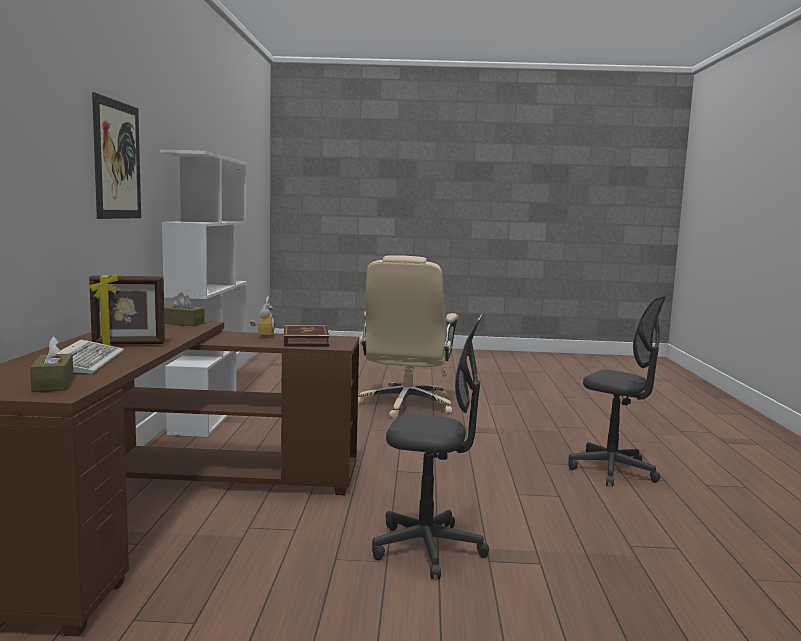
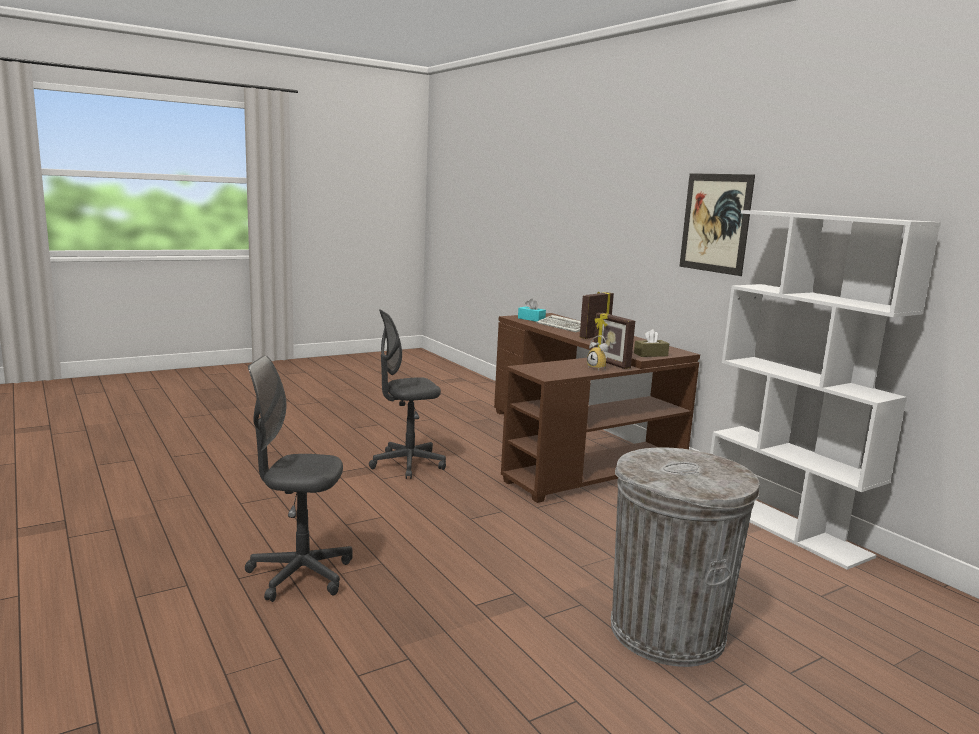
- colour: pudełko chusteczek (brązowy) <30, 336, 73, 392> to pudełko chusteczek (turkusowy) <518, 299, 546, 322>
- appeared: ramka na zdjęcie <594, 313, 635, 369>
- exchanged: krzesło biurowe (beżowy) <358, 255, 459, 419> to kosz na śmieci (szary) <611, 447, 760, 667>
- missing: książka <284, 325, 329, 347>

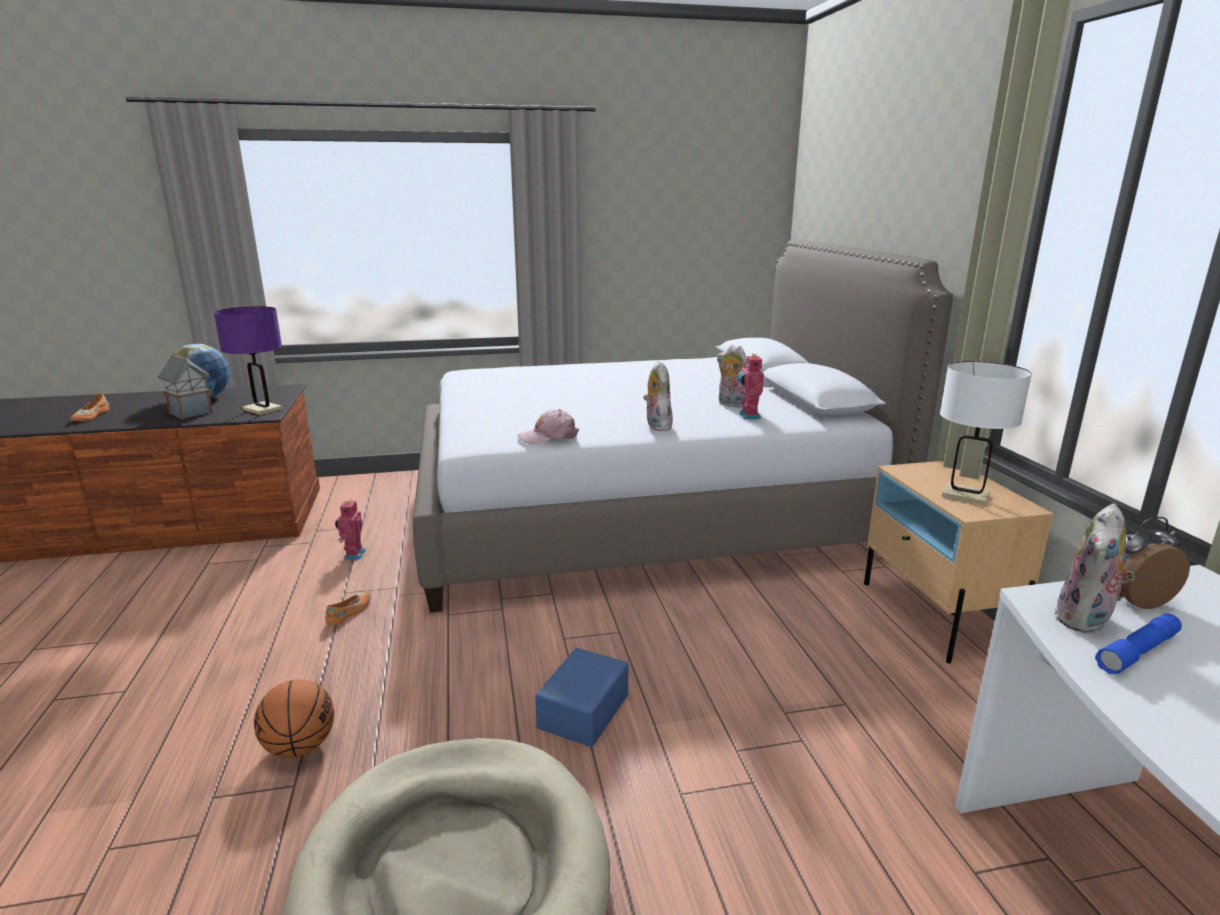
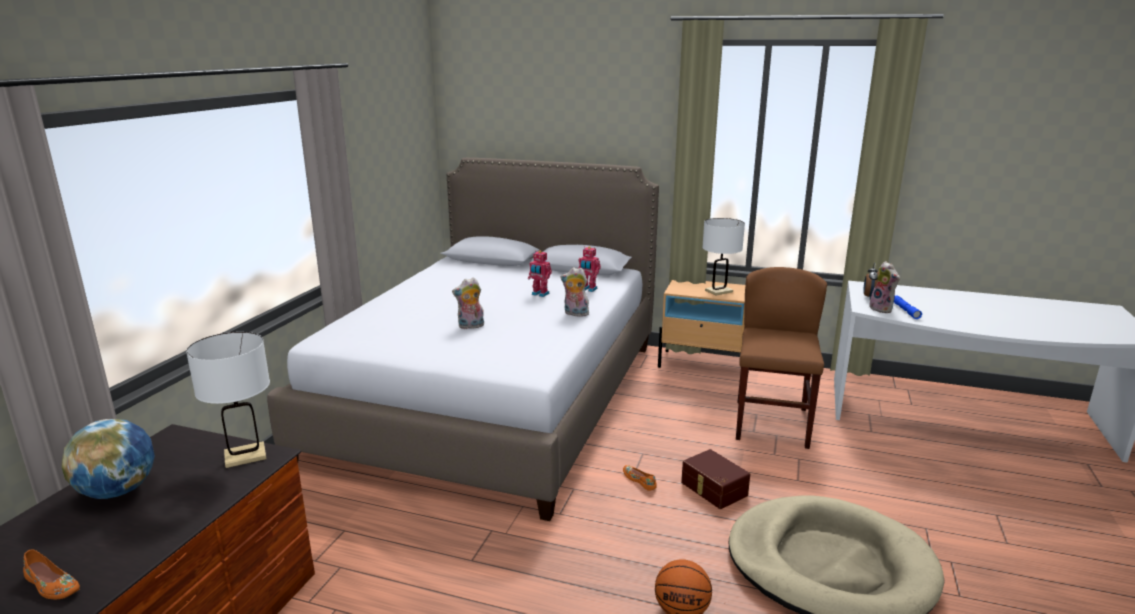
- colour: lampa stołowa (fioletowy) <214, 306, 282, 415> to lampa stołowa (biały) <186, 332, 270, 468>
- relocated: pluszak <717, 345, 746, 408> to <452, 277, 484, 329>
- relocated: robot zabawkowy <335, 498, 366, 559> to <528, 251, 552, 297>
- relocated: but (pomarańczowy) <325, 592, 371, 625> to <623, 465, 657, 491>
- colour: pojemnik do przechowywania (niebieski) <535, 648, 629, 747> to pojemnik do przechowywania (brązowy) <681, 449, 750, 509>
- appeared: krzesło (brązowy) <736, 267, 827, 449>
- missing: domek <158, 353, 213, 420>
- missing: czapka z daszkiem (różowy) <518, 409, 579, 445>

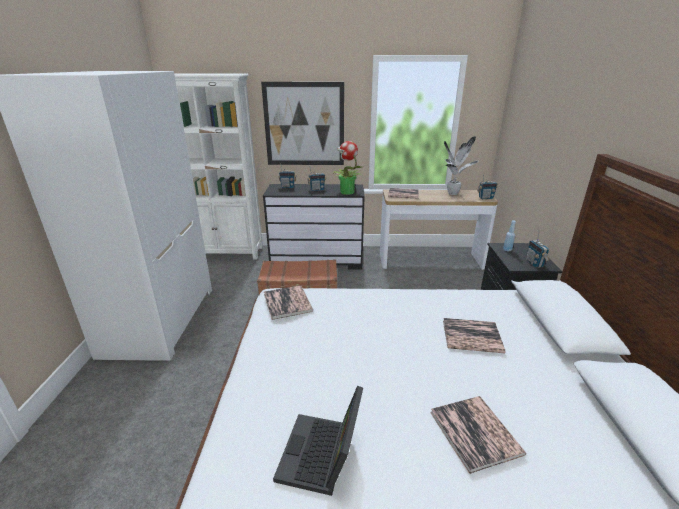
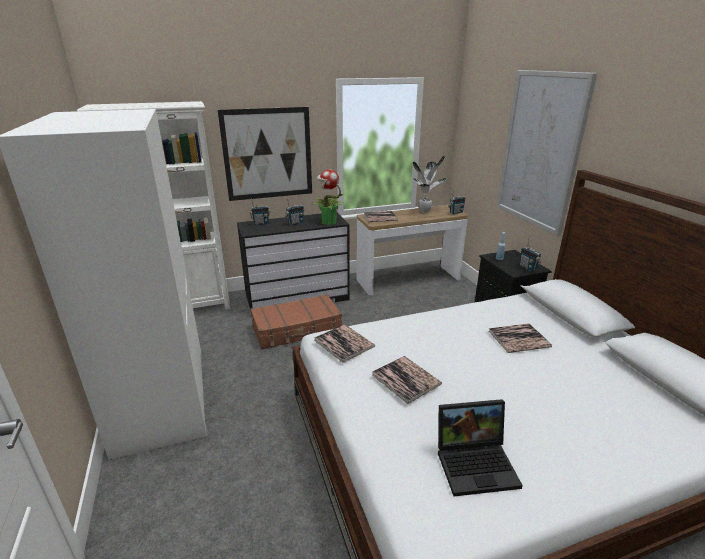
- relocated: książka <430, 396, 526, 474> to <372, 356, 442, 404>
- spun: laptop <273, 386, 363, 496> = <438, 399, 523, 496> 90 degrees counterclockwise
- appeared: obraz <497, 70, 597, 236>

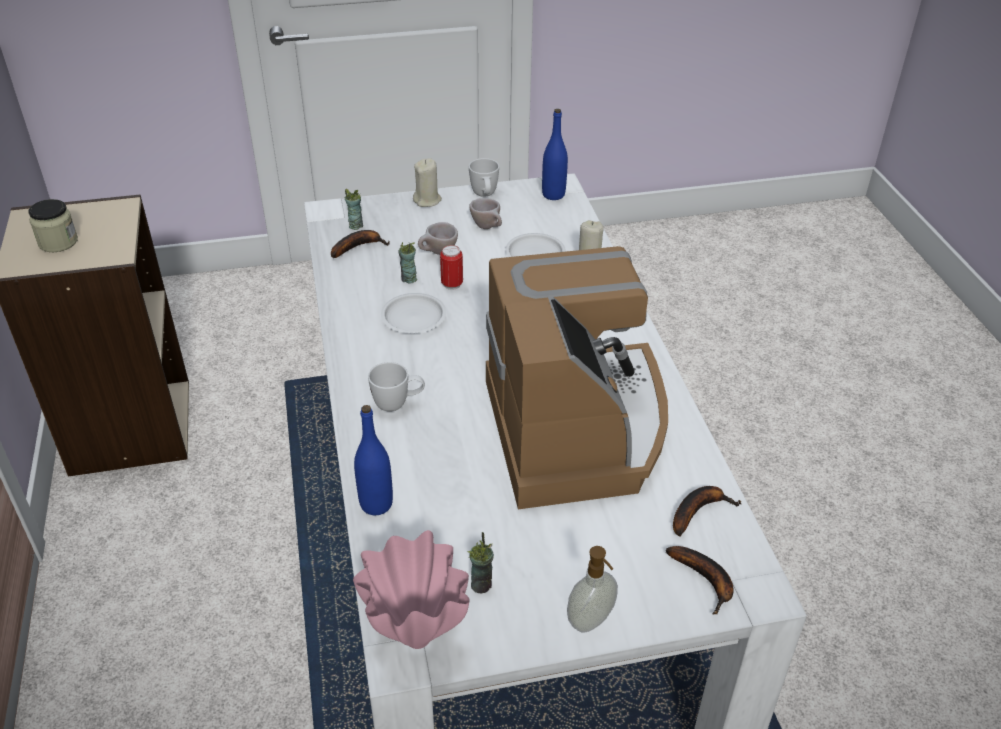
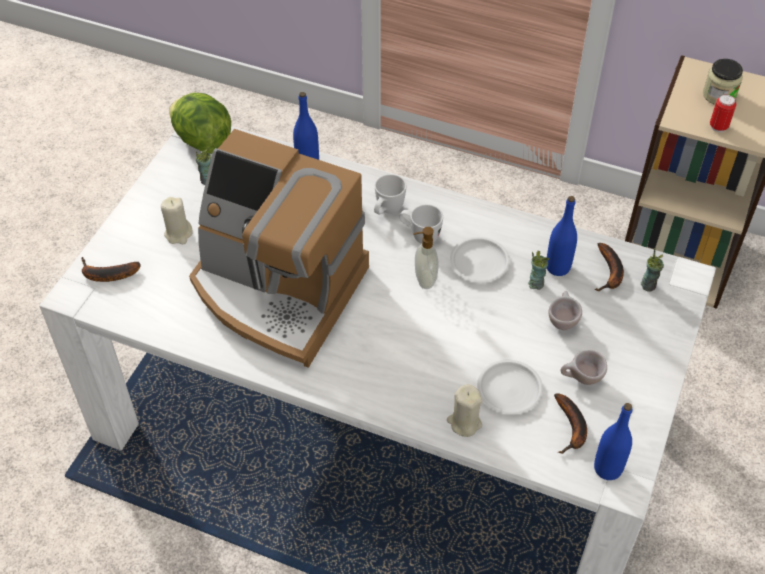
- relocated: świeca (beżowy) <413, 158, 442, 207> to <161, 197, 193, 244>
- exchanged: wazon (różowy) <353, 530, 469, 649> to sałata <169, 93, 231, 154>
- relocated: kubek (biały) <469, 158, 499, 197> to <400, 204, 443, 244>
- relocated: dozownik mydła <567, 546, 618, 632> to <413, 227, 439, 289>
- appeared: butelka (niebieski) <547, 196, 577, 276>
- relocated: banan <673, 486, 741, 537> to <554, 393, 587, 454>
- relocated: puszka <440, 245, 463, 290> to <710, 94, 736, 132>

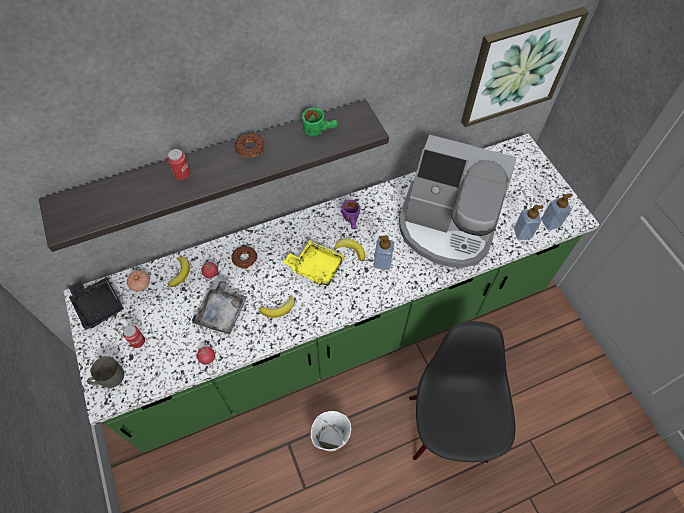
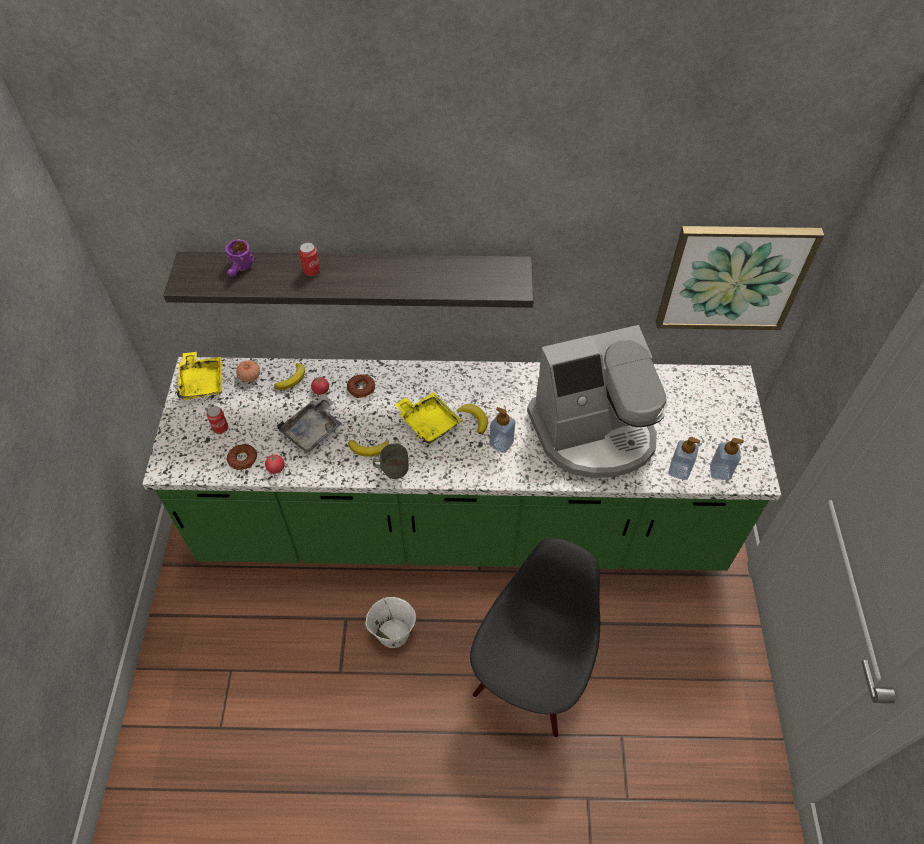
- colour: taca (czarny) <69, 277, 124, 330> to taca (żółty) <177, 352, 222, 400>
- relocated: kubek (fioletowy) <340, 200, 360, 229> to <225, 239, 255, 276>
- relocated: donut <235, 133, 265, 158> to <227, 444, 257, 470>
- relocated: kubek (szary) <87, 356, 124, 388> to <373, 443, 409, 479>
- spun: ekspres do kawy <399, 135, 516, 268> = <527, 325, 667, 478> 60 degrees counterclockwise
- missing: kubek (zielony) <302, 108, 338, 137>

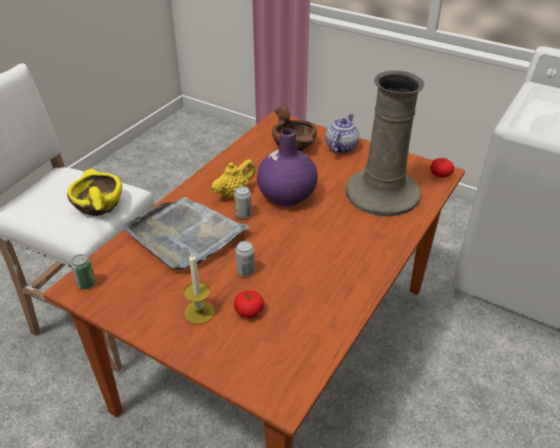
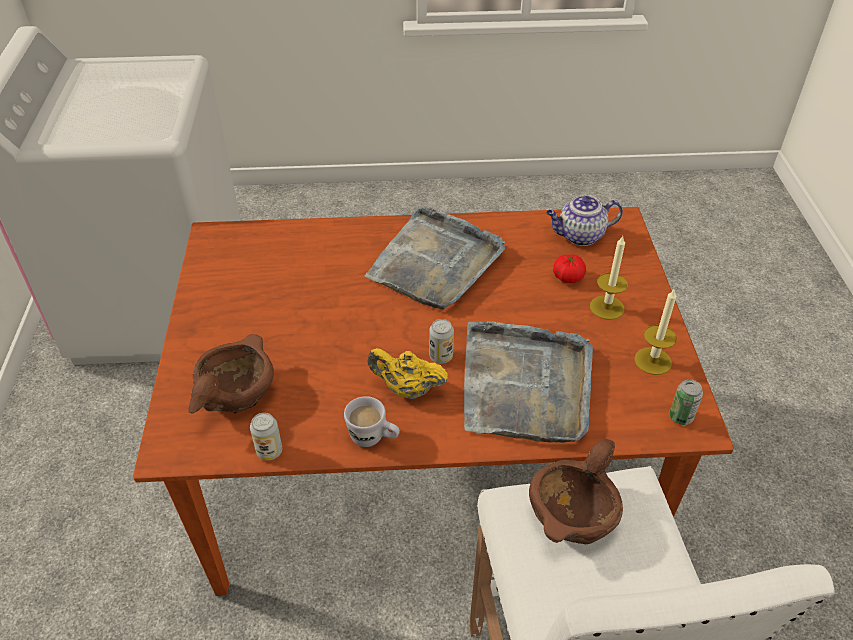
- relocated: puszka <235, 241, 255, 276> to <250, 413, 282, 461>
- appeared: kubek (biały) <344, 396, 400, 447>
- appeared: taca (szary) <364, 205, 506, 310>
- colour: miska (żółty) <67, 169, 122, 216> to miska (brązowy) <529, 439, 623, 544>
- relocated: imbryk <325, 114, 359, 154> to <546, 195, 623, 246>
- appeared: świeca <634, 288, 677, 375>
- missing: wazon (fioletowy) <257, 128, 318, 207>
- missing: wazon (beżowy) <345, 70, 425, 216>
- missing: pomidor <430, 158, 454, 178>

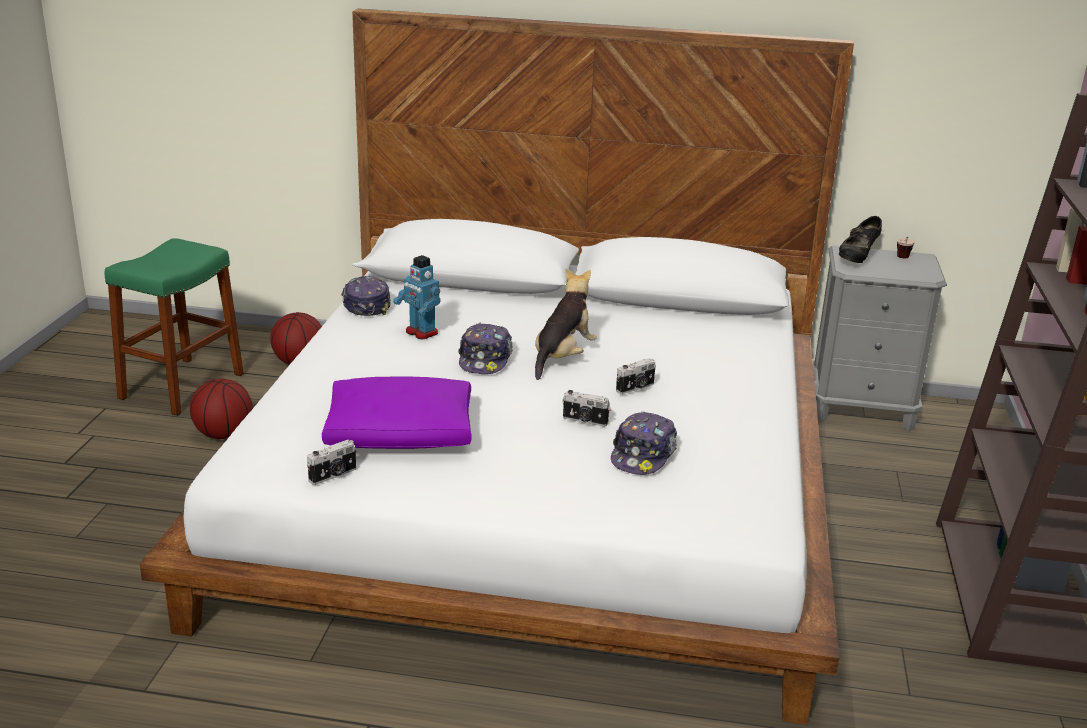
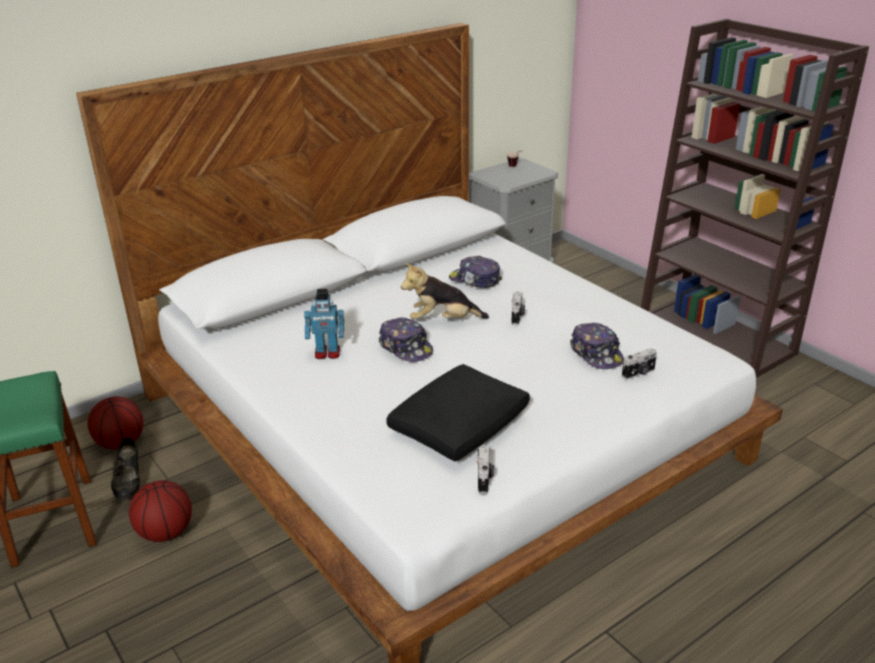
- relocated: but (czarny) <839, 216, 882, 263> to <111, 438, 140, 500>
- colour: poduszka (fioletowy) <322, 376, 471, 449> to poduszka (czarny) <386, 364, 530, 462>
- spun: pluszak <535, 268, 596, 380> = <401, 263, 489, 319> 75 degrees counterclockwise
- relocated: czapka z daszkiem <341, 276, 391, 316> to <449, 256, 502, 288>
- relocated: aparat fotograficzny <562, 390, 611, 427> to <622, 348, 657, 379>

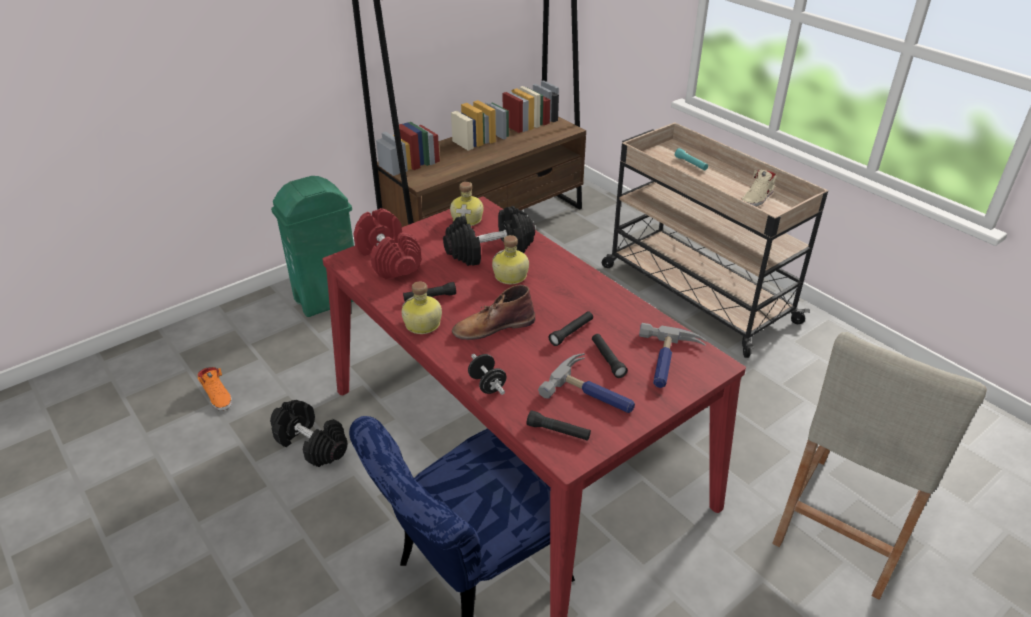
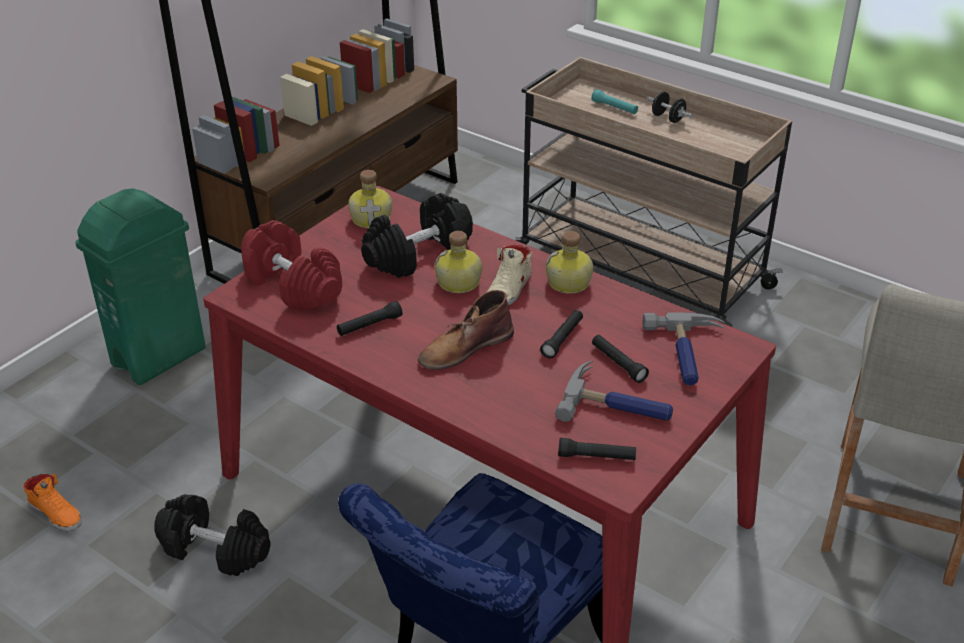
- relocated: but (beżowy) <741, 170, 777, 206> to <487, 245, 532, 306>
- relocated: butelka <401, 281, 442, 334> to <546, 231, 593, 294>
- relocated: hantel (czarny) <468, 354, 507, 395> to <647, 92, 692, 123>

